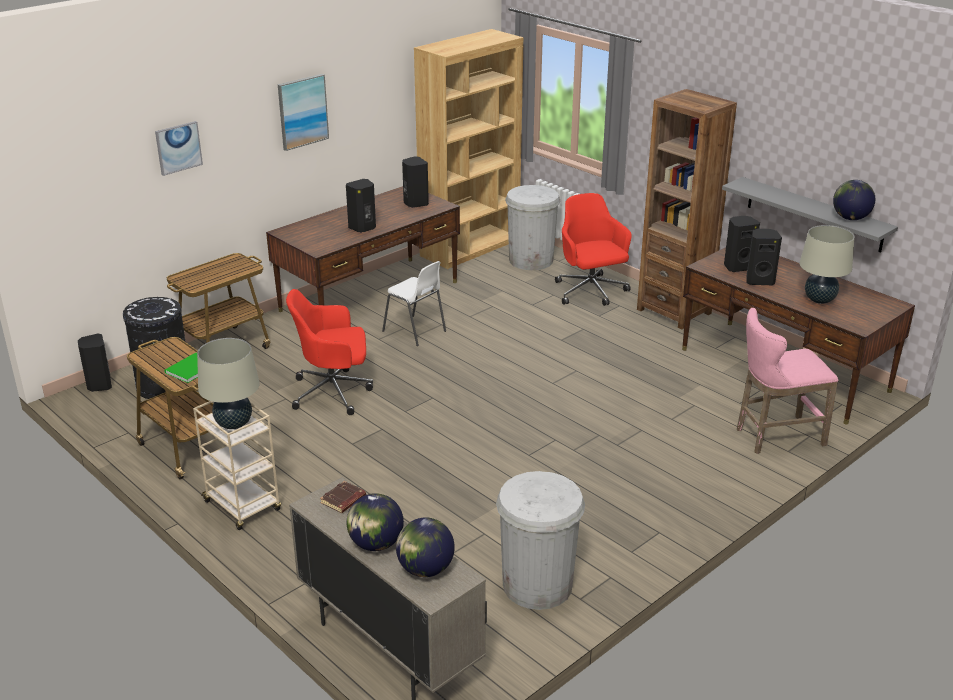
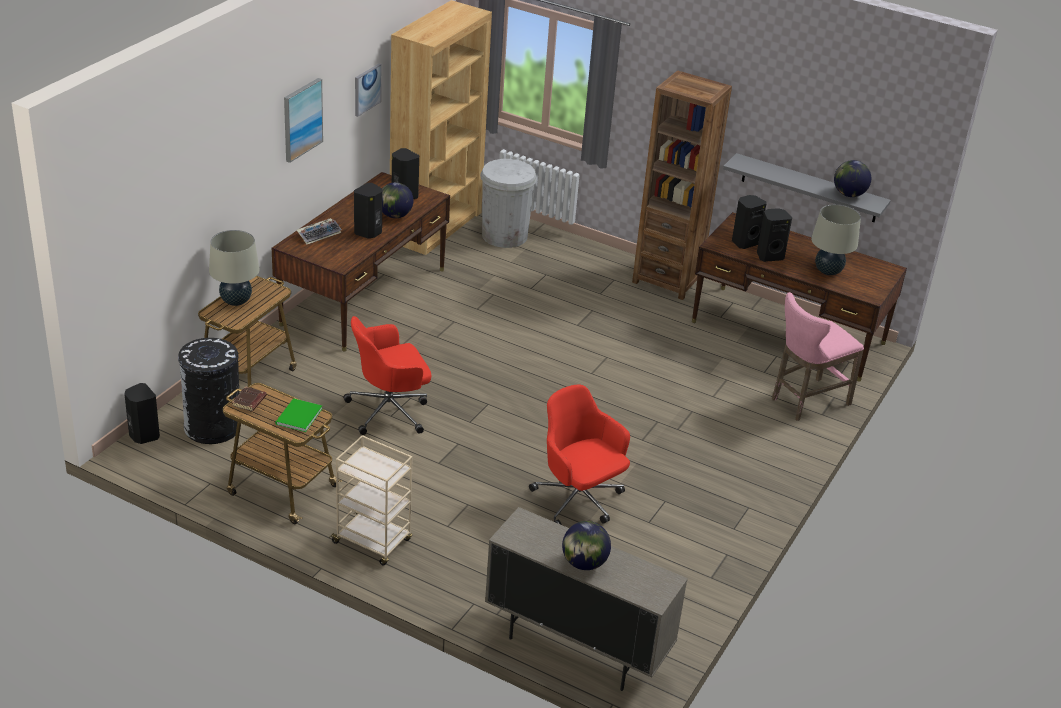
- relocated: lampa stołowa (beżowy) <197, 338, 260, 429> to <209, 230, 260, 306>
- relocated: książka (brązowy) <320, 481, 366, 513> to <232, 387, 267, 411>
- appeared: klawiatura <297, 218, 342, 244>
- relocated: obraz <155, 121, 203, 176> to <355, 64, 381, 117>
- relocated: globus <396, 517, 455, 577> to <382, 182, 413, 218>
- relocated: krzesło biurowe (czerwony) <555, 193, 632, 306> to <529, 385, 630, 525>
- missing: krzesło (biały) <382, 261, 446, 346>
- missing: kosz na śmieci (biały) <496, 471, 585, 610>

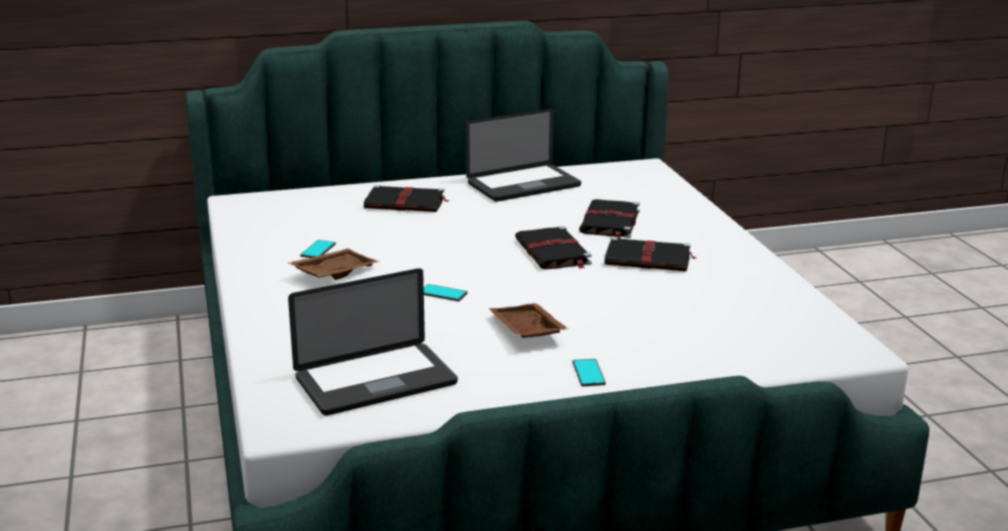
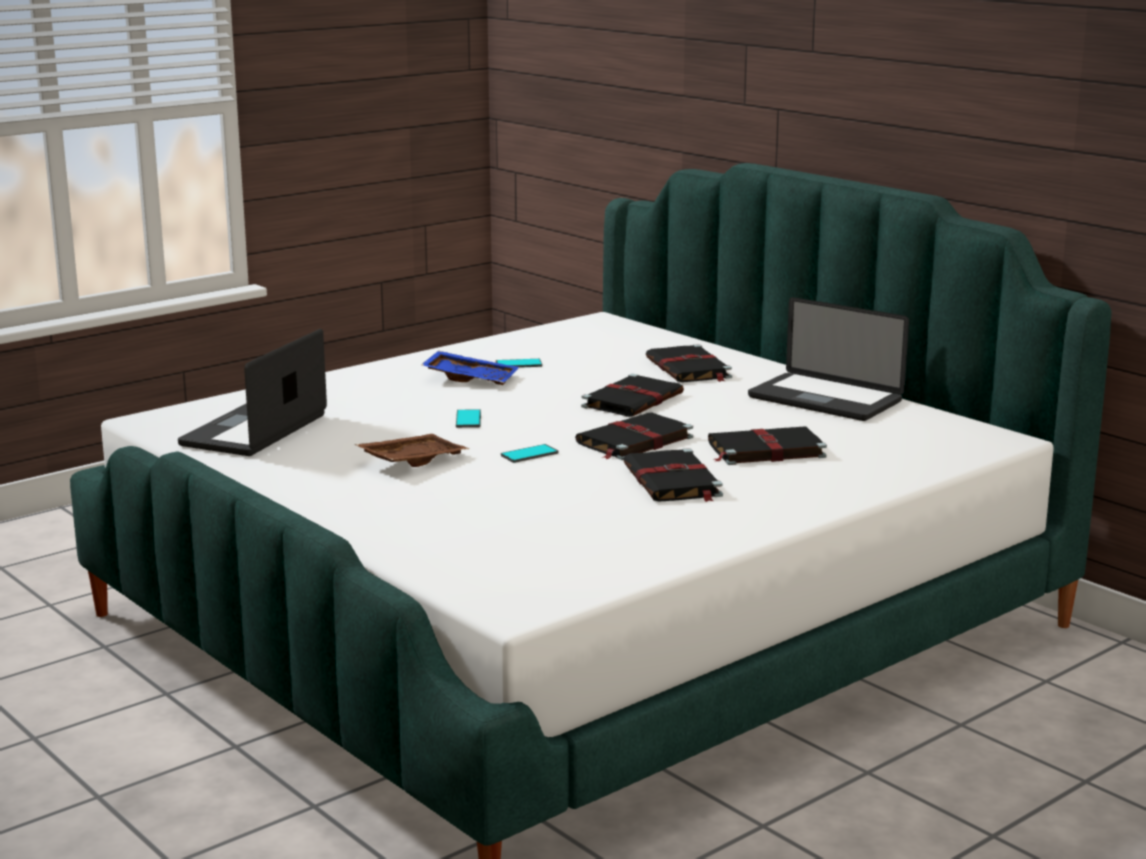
- spun: laptop <288, 268, 458, 416> = <178, 329, 327, 456> 75 degrees clockwise
- colour: taca (brązowy) <289, 249, 379, 280> to taca (niebieski) <421, 351, 519, 385>
- relocated: telefon <573, 359, 606, 386> to <501, 444, 558, 463>
- appeared: książka (czarny) <581, 374, 684, 417>

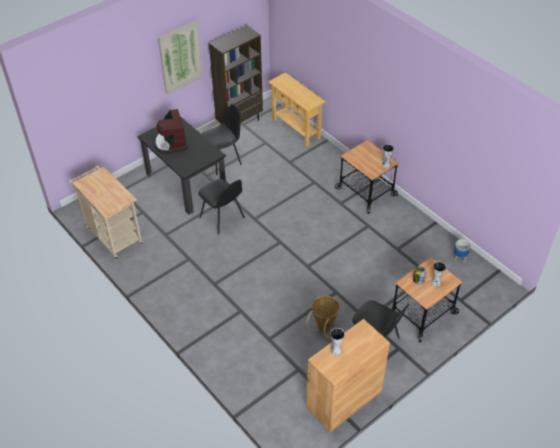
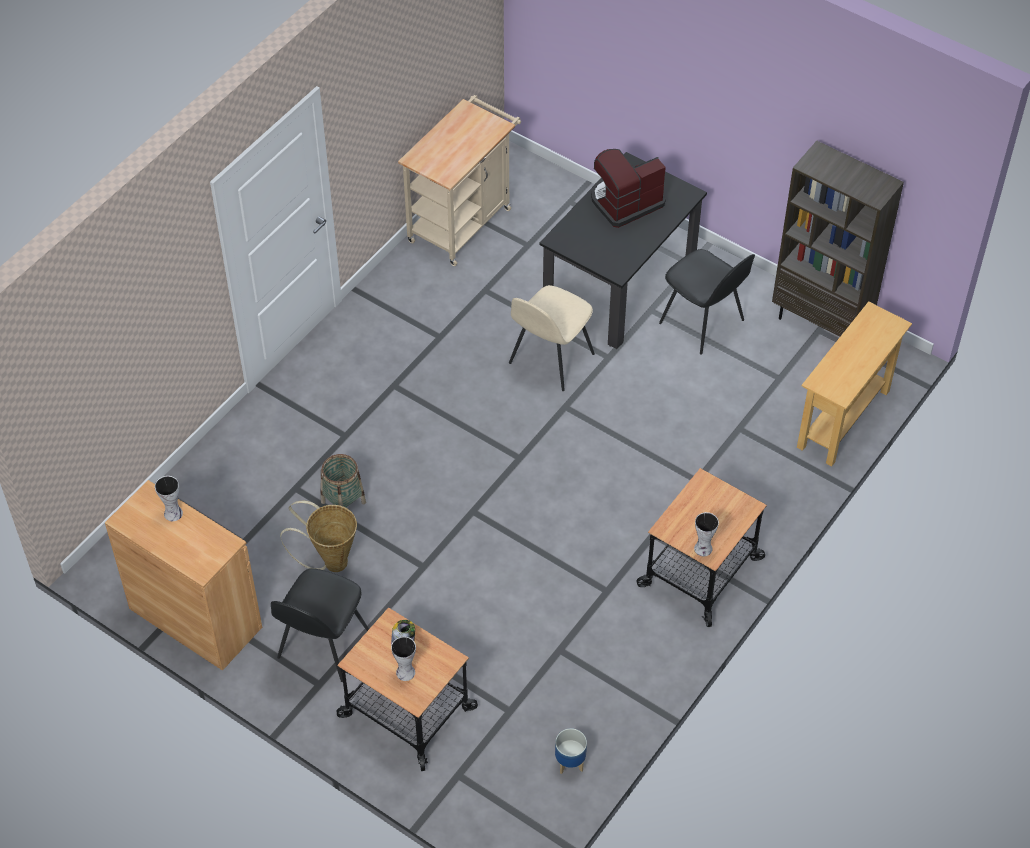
- appeared: koszyk <321, 454, 366, 508>
- colour: krzesło (czarny) <199, 179, 245, 235> to krzesło (beżowy) <509, 285, 595, 391>
- missing: obraz <158, 20, 203, 94>

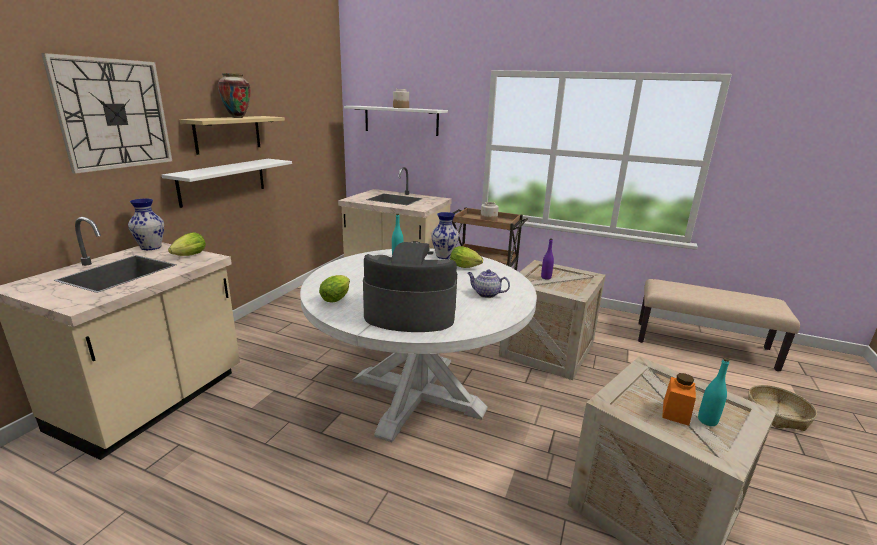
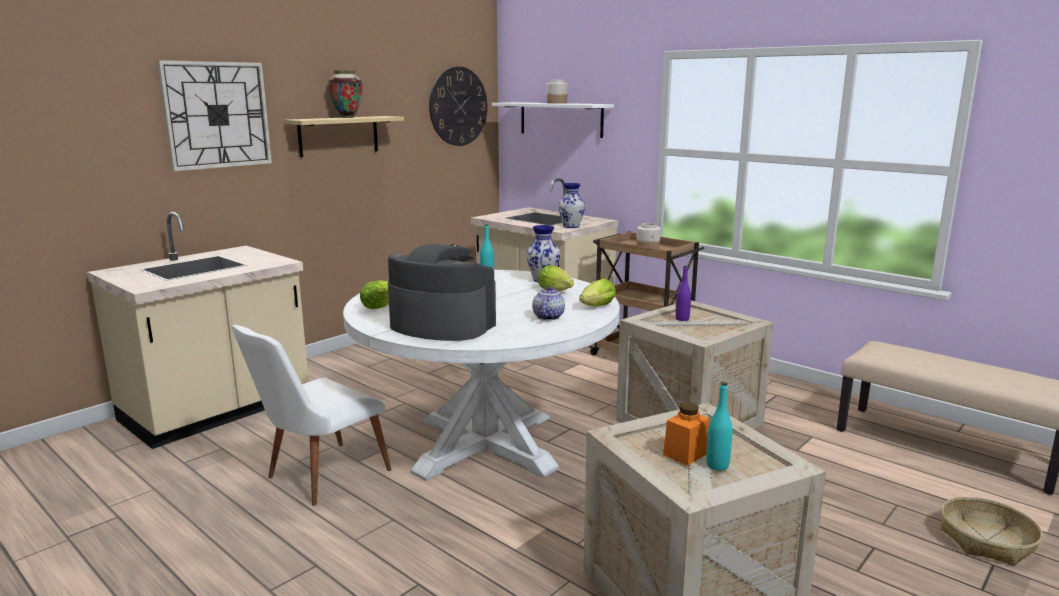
- appeared: krzesło (biały) <231, 325, 392, 506>
- appeared: zegar ścienny <429, 66, 488, 146>
- spun: imbryk <467, 269, 510, 298> = <532, 286, 565, 320> 60 degrees clockwise
- relocated: wazon <128, 199, 164, 250> to <558, 183, 585, 228>
- relocated: sałata <168, 232, 206, 256> to <579, 278, 616, 307>
- missing: półka (biały) <162, 159, 292, 208>

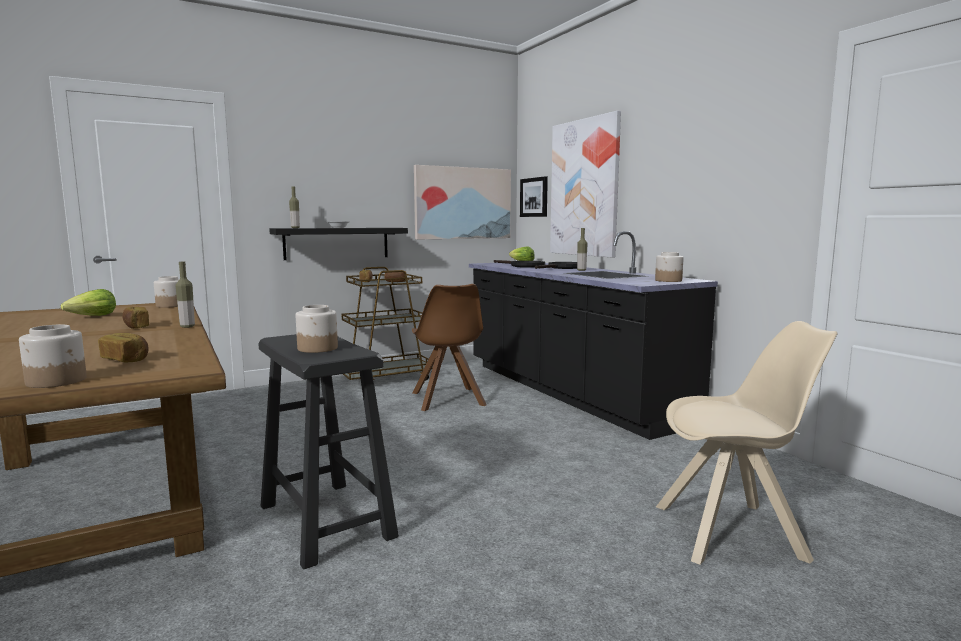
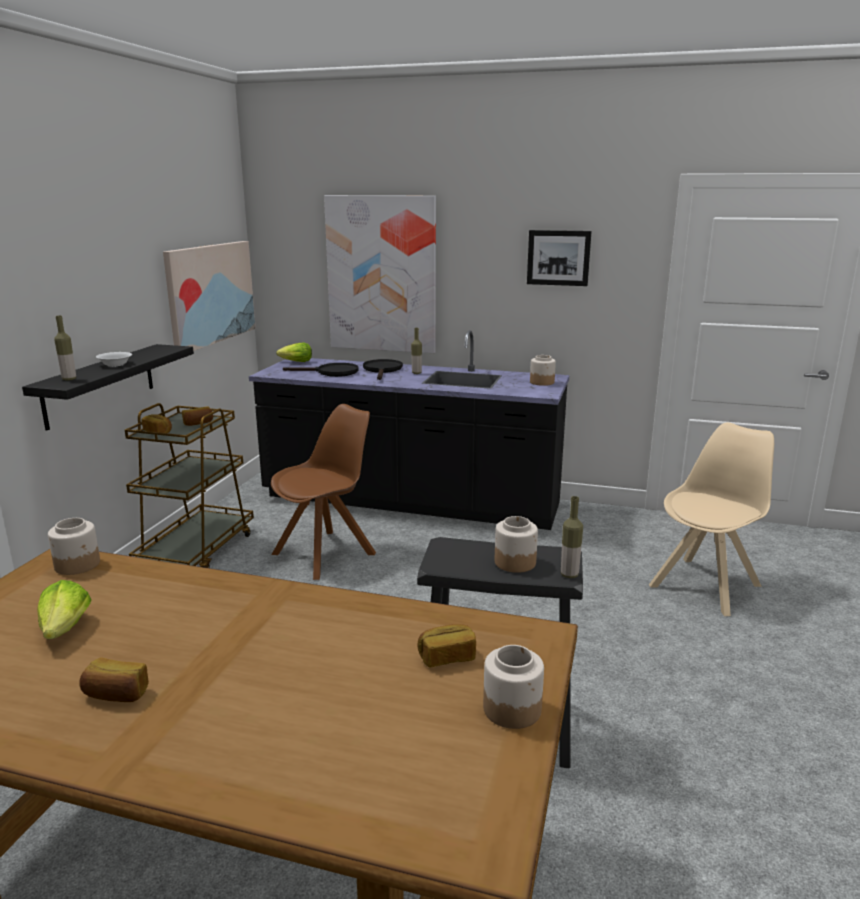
- relocated: chleb <122, 307, 149, 329> to <79, 658, 149, 702>
- spun: krzesło (brązowy) <412, 284, 486, 411> = <271, 404, 376, 580> 75 degrees counterclockwise
- relocated: obraz <520, 176, 548, 217> to <527, 230, 592, 286>
- relocated: butelka <176, 262, 195, 328> to <561, 496, 583, 578>

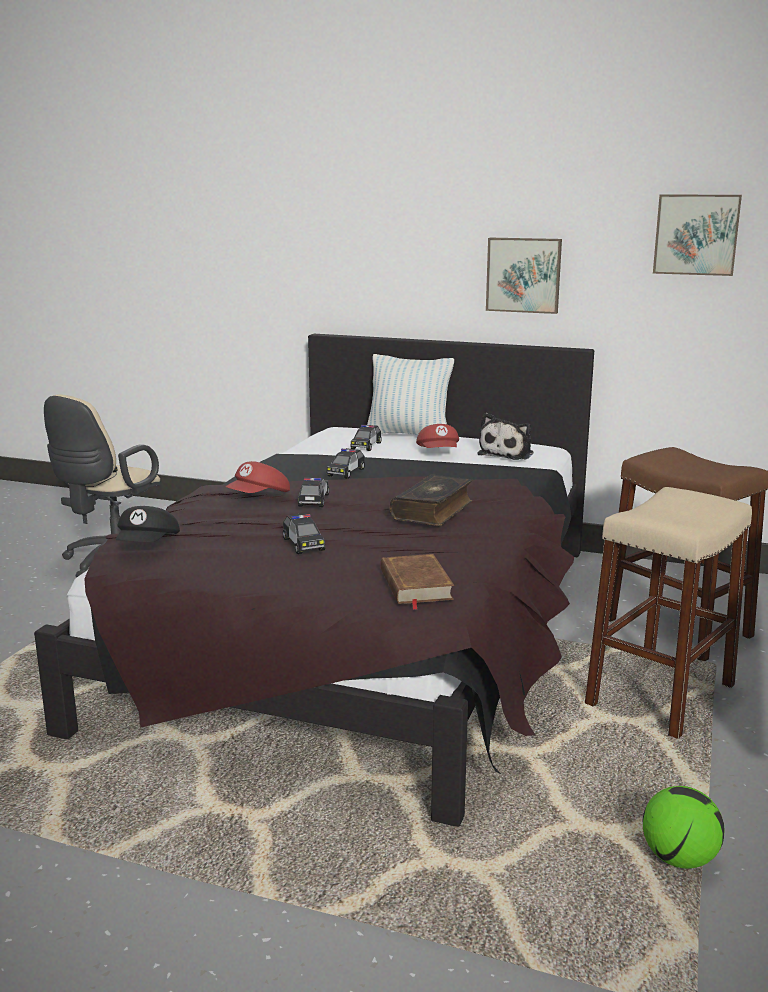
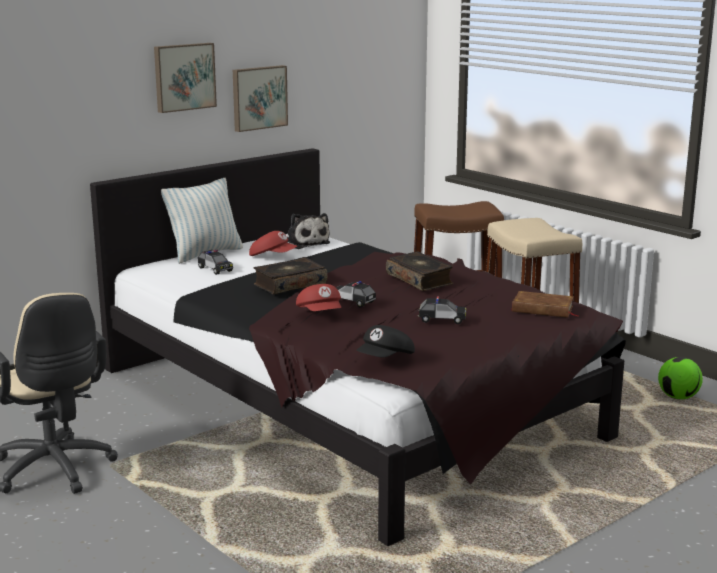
- relocated: obraz <653, 194, 742, 276> to <154, 43, 217, 113>
- exchanged: samochodzik <326, 448, 365, 479> to książka <254, 257, 328, 294>
- spun: czapka z daszkiem (czarny) <116, 506, 180, 542> = <356, 325, 415, 358> 90 degrees clockwise

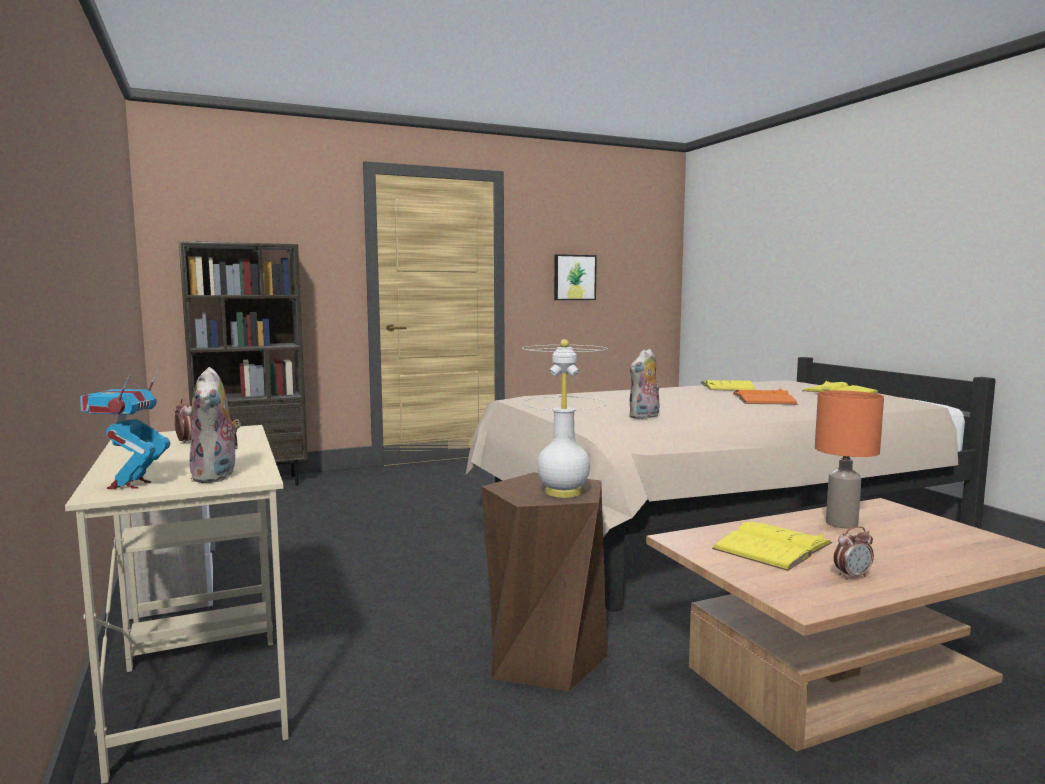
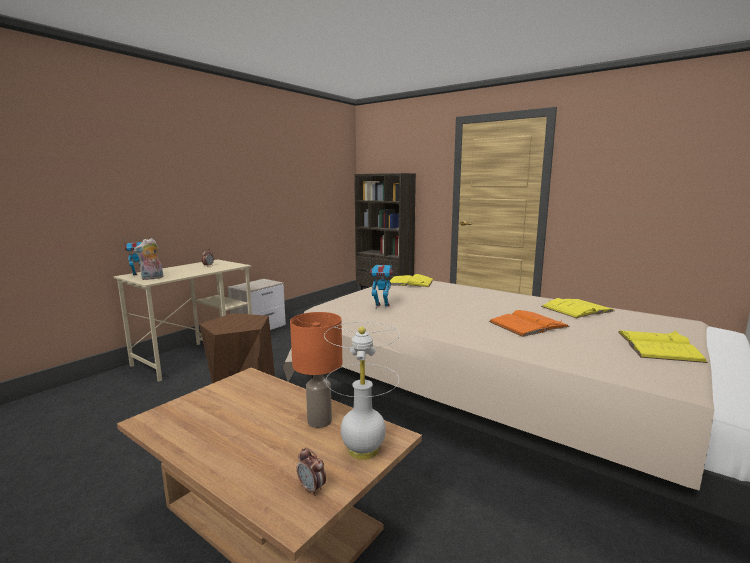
- relocated: budzik <834, 526, 874, 580> to <297, 448, 326, 496>
- relocated: lampa stołowa (biały) <522, 339, 608, 498> to <324, 322, 400, 460>
- exchanged: pluszak <629, 349, 660, 419> to robot zabawkowy <370, 260, 393, 309>
- relocated: książka (żółty) <712, 522, 832, 571> to <390, 274, 434, 287>
- missing: obraz <554, 254, 597, 300>

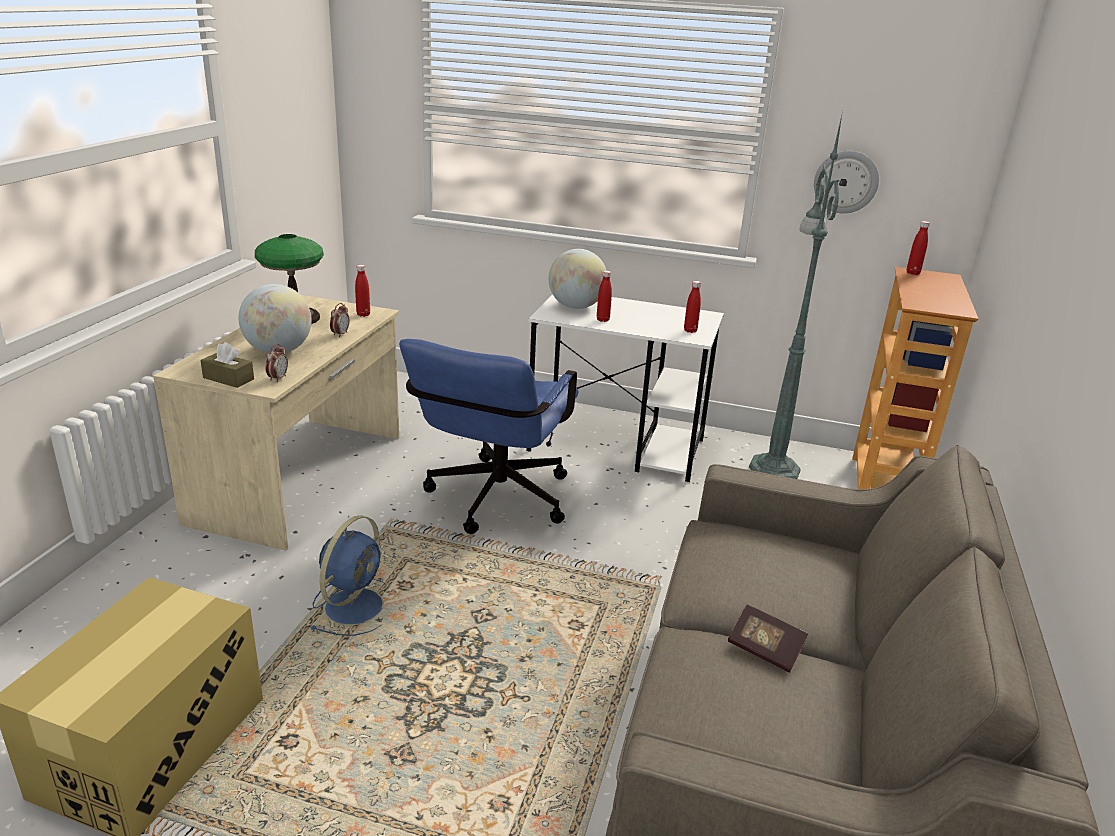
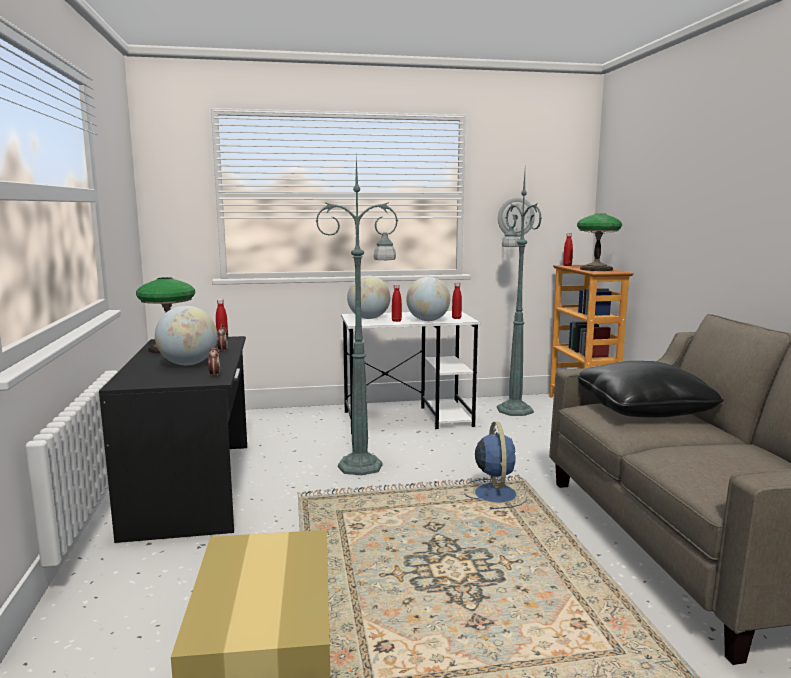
- colour: biurko (beżowy) <153, 295, 399, 550> to biurko (czarny) <99, 336, 247, 543>
- exchanged: krzesło biurowe (niebieski) <399, 339, 579, 534> to lampa stojąca (zielony) <316, 155, 398, 475>
- appeared: globus <406, 277, 450, 321>
- relocated: wentylator (niebieski) <310, 515, 384, 636> to <464, 422, 527, 509>
- appeared: lampa stołowa <577, 213, 622, 271>
- appeared: poduszka (czarny) <578, 361, 724, 417>
- missing: pudełko chusteczek (brązowy) <200, 342, 254, 388>
- missing: książka <728, 605, 808, 673>

